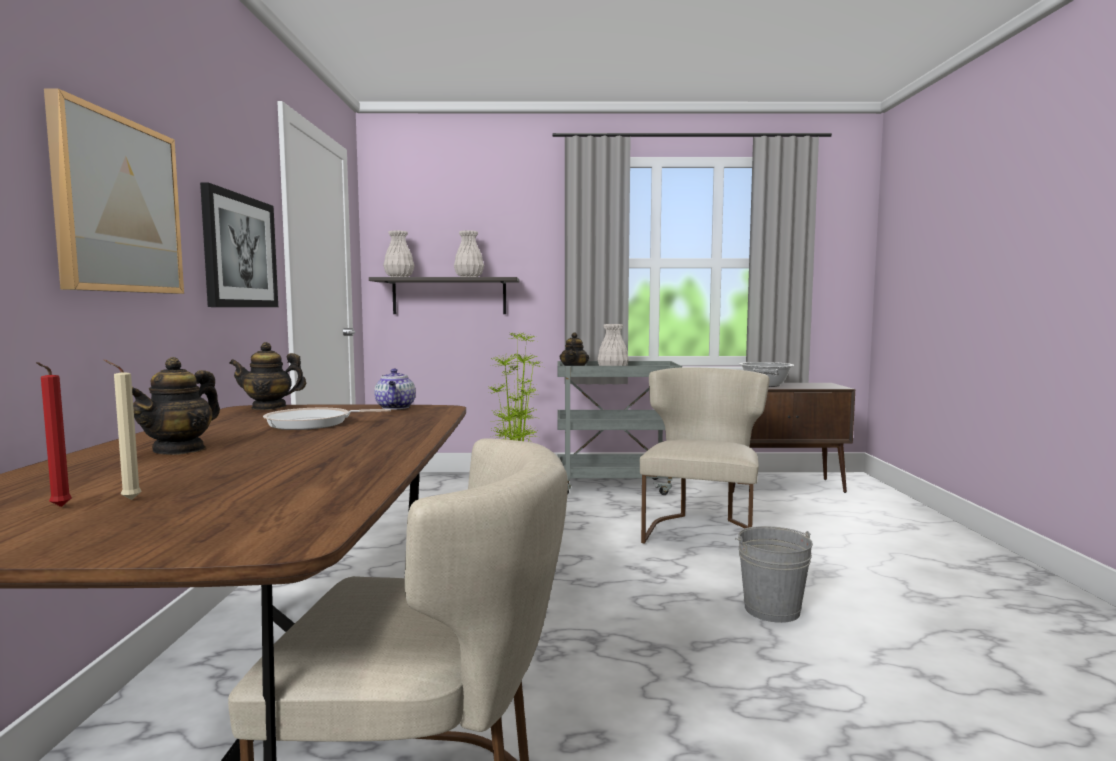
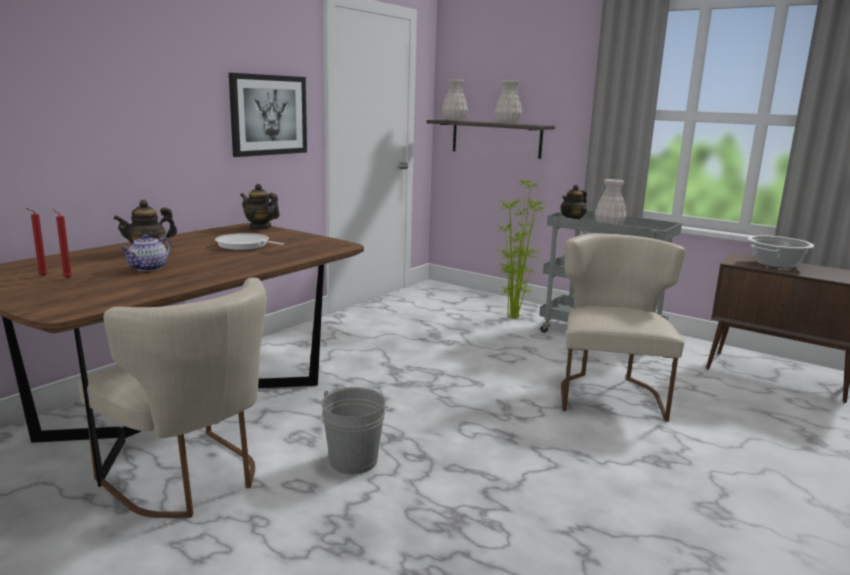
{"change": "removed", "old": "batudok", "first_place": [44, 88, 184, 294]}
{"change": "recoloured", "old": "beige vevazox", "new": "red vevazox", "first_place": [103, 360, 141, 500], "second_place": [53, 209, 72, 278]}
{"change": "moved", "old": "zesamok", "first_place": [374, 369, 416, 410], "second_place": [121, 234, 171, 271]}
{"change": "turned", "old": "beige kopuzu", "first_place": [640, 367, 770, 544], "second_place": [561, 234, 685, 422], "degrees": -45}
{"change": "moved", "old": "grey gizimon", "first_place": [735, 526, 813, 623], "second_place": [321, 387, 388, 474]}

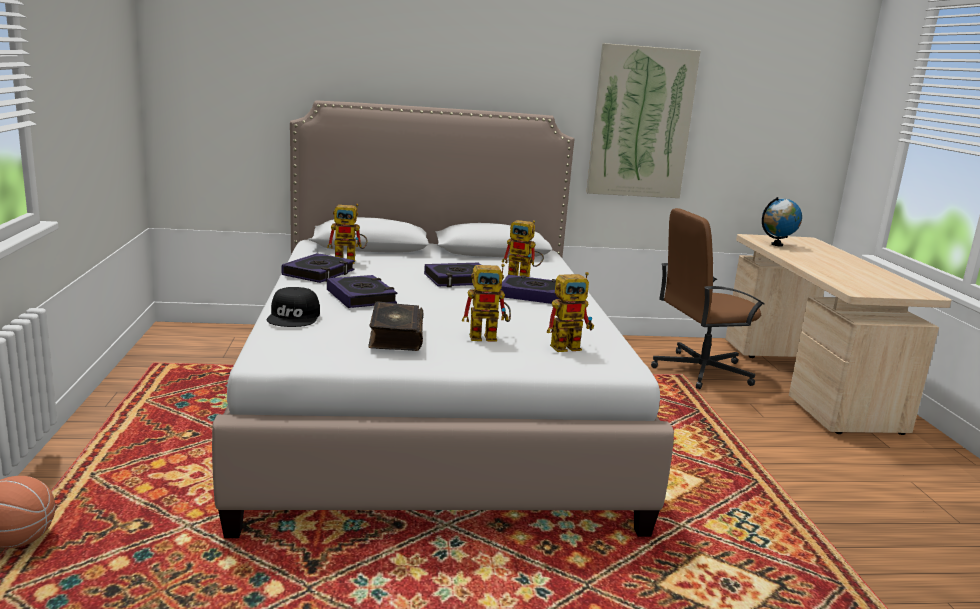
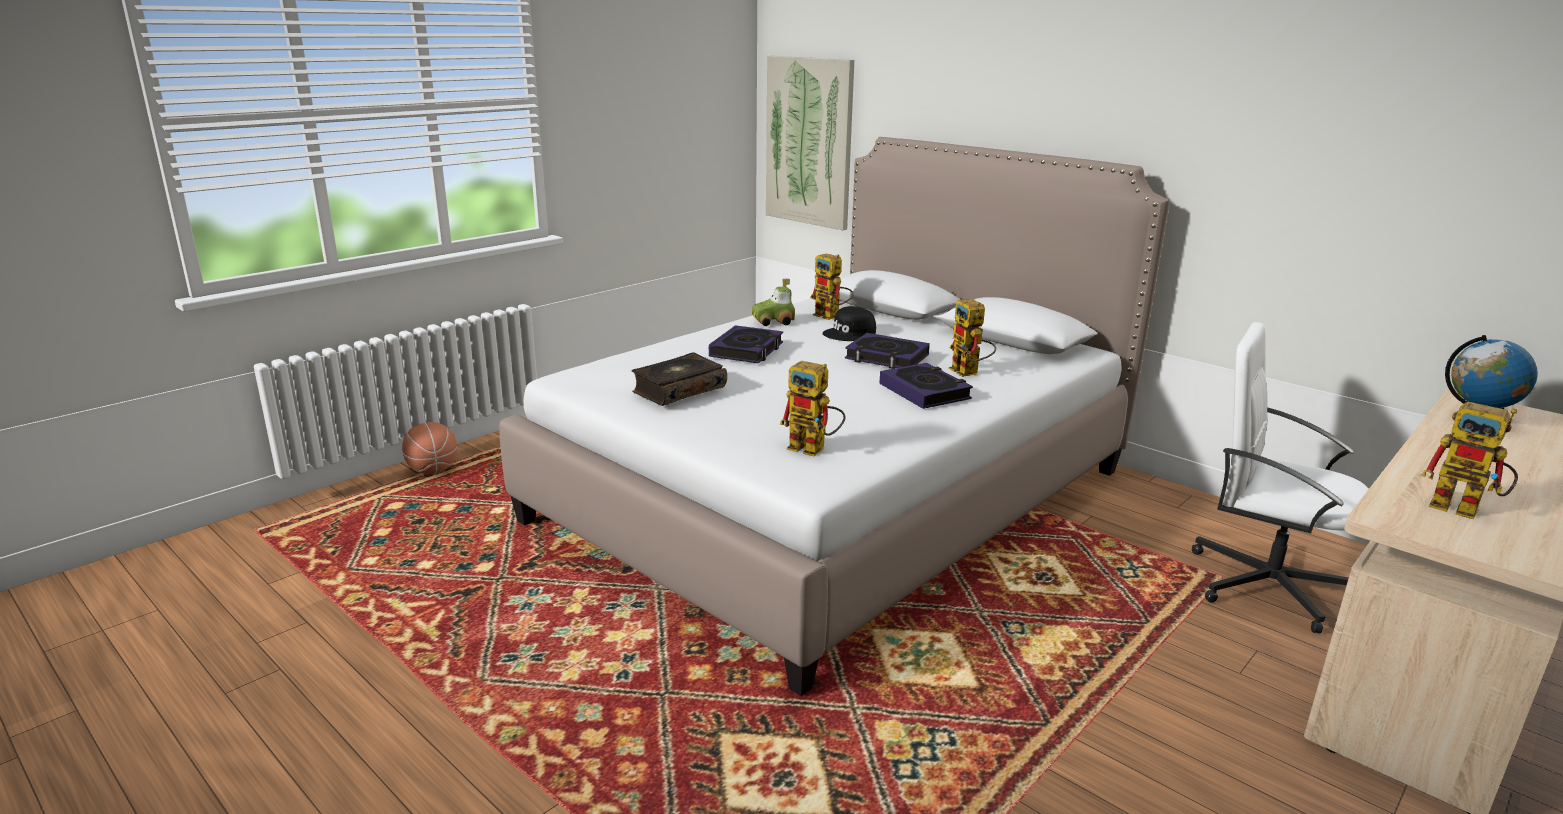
{"change": "moved", "old": "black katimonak", "first_place": [267, 287, 320, 327], "second_place": [822, 306, 876, 341]}
{"change": "replaced", "old": "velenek", "new": "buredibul", "first_place": [281, 253, 355, 283], "second_place": [751, 279, 795, 326]}
{"change": "moved", "old": "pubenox", "first_place": [462, 264, 511, 342], "second_place": [1421, 401, 1518, 519]}
{"change": "moved", "old": "batudok", "first_place": [586, 43, 701, 198], "second_place": [766, 56, 854, 230]}
{"change": "recoloured", "old": "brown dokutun", "new": "white dokutun", "first_place": [651, 208, 765, 389], "second_place": [1192, 322, 1369, 634]}

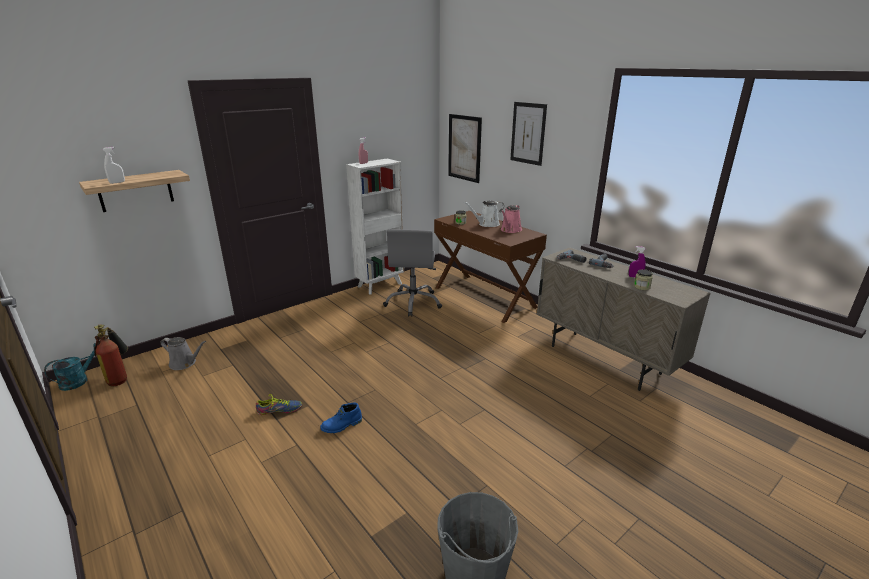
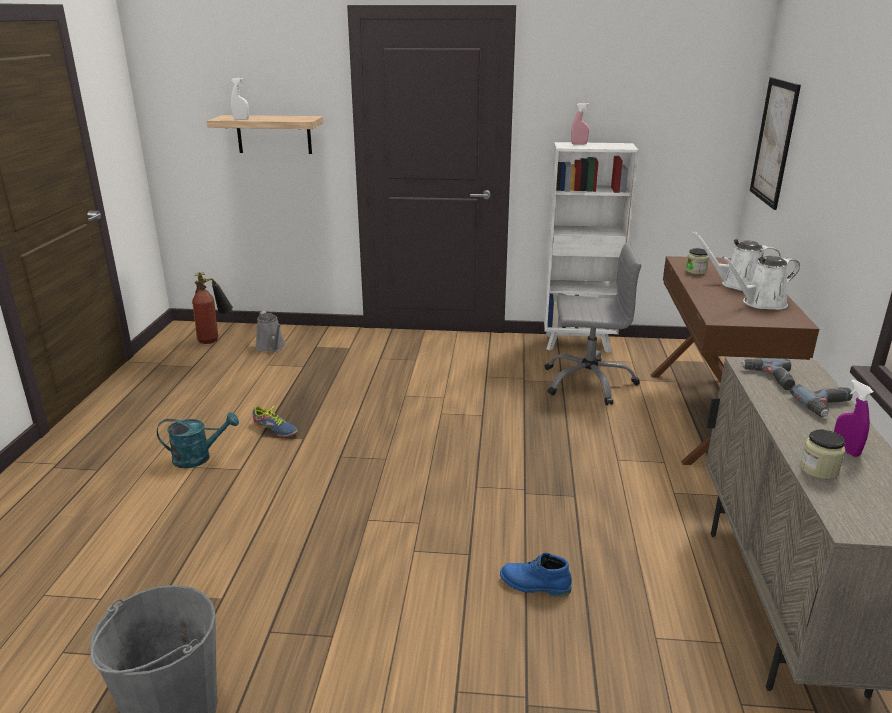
{"change": "moved", "old": "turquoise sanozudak", "first_place": [44, 343, 96, 391], "second_place": [157, 412, 239, 468]}
{"change": "moved", "old": "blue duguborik", "first_place": [320, 403, 362, 433], "second_place": [500, 553, 572, 597]}
{"change": "turned", "old": "grey dokutun", "first_place": [383, 229, 442, 317], "second_place": [545, 242, 641, 405], "degrees": -135}
{"change": "recoloured", "old": "pink sanozudak", "new": "white sanozudak", "first_place": [501, 205, 522, 233], "second_place": [722, 256, 800, 310]}
{"change": "removed", "old": "batudok", "first_place": [510, 102, 547, 166]}

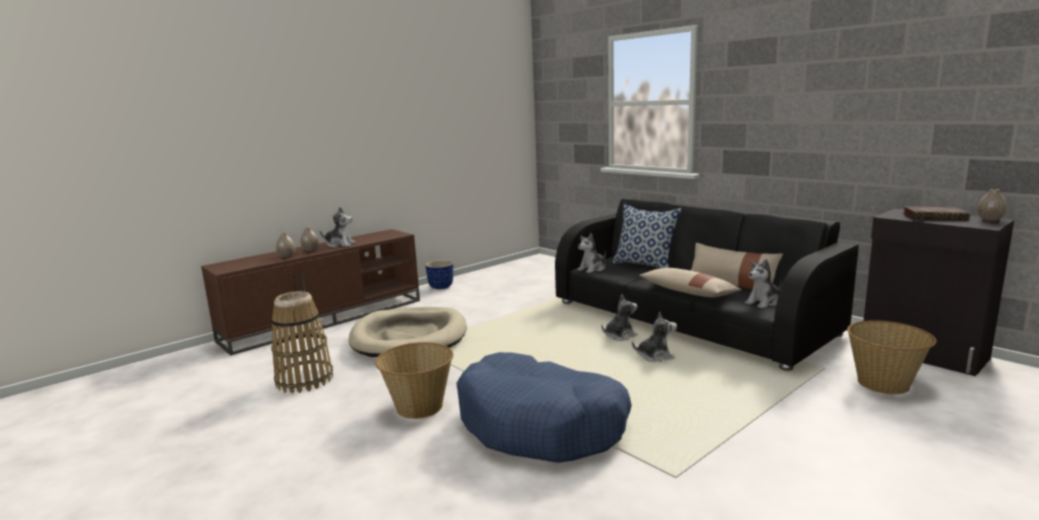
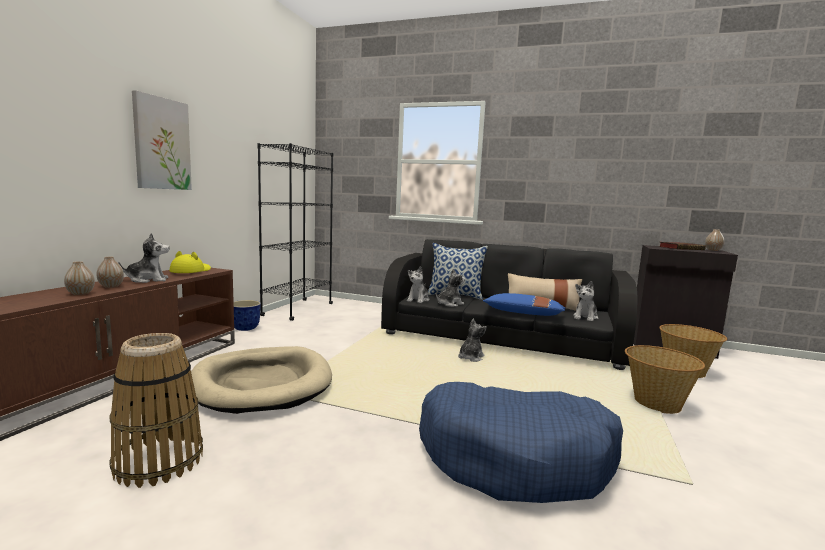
{"change": "moved", "old": "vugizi", "first_place": [375, 342, 453, 419], "second_place": [625, 345, 705, 414]}
{"change": "moved", "old": "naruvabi", "first_place": [632, 312, 677, 362], "second_place": [436, 268, 465, 307]}
{"change": "recoloured", "old": "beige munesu", "new": "blue munesu", "first_place": [640, 268, 742, 298], "second_place": [483, 293, 565, 316]}
{"change": "added", "new": "batudok", "second_place": [132, 90, 192, 190]}
{"change": "added", "new": "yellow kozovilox", "second_place": [169, 251, 211, 273]}
{"change": "added", "new": "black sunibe", "second_place": [257, 143, 333, 321]}

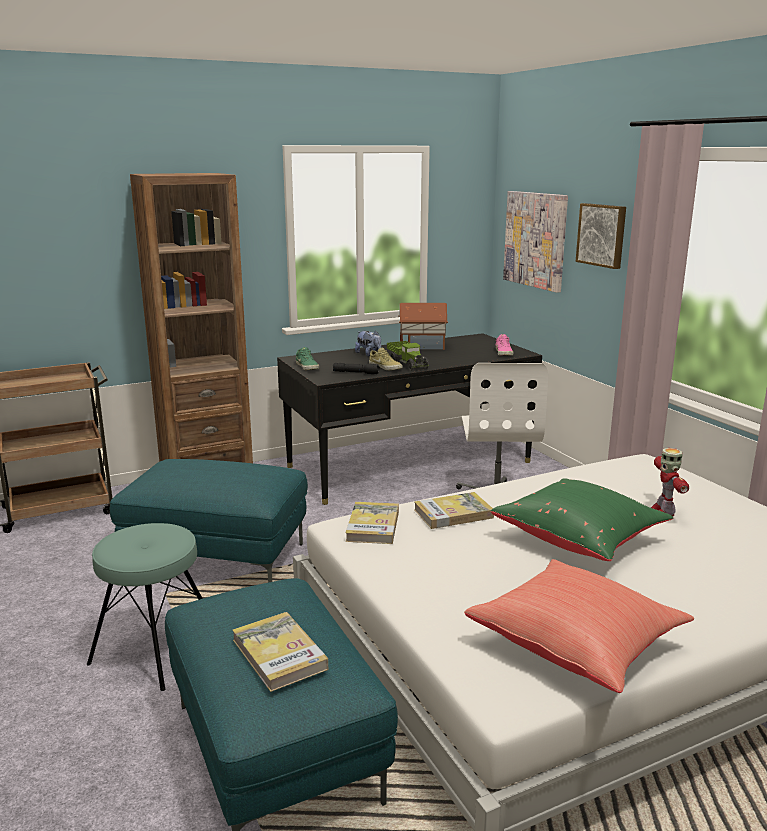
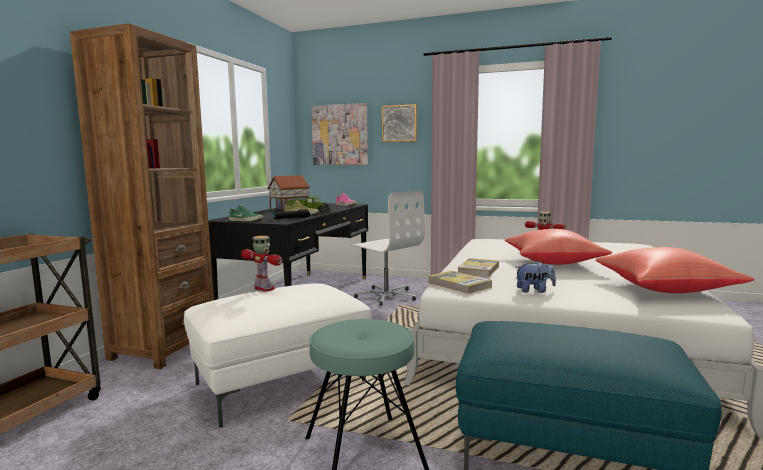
{"change": "recoloured", "old": "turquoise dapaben", "new": "white dapaben", "first_place": [110, 459, 308, 583], "second_place": [184, 283, 372, 427]}
{"change": "removed", "old": "velenek", "first_place": [232, 612, 328, 692]}
{"change": "moved", "old": "naruvabi", "first_place": [355, 330, 381, 356], "second_place": [516, 261, 556, 293]}
{"change": "recoloured", "old": "green munesu", "new": "red munesu", "first_place": [491, 478, 673, 561], "second_place": [505, 229, 612, 265]}
{"change": "added", "new": "pubenox", "second_place": [241, 236, 283, 292]}

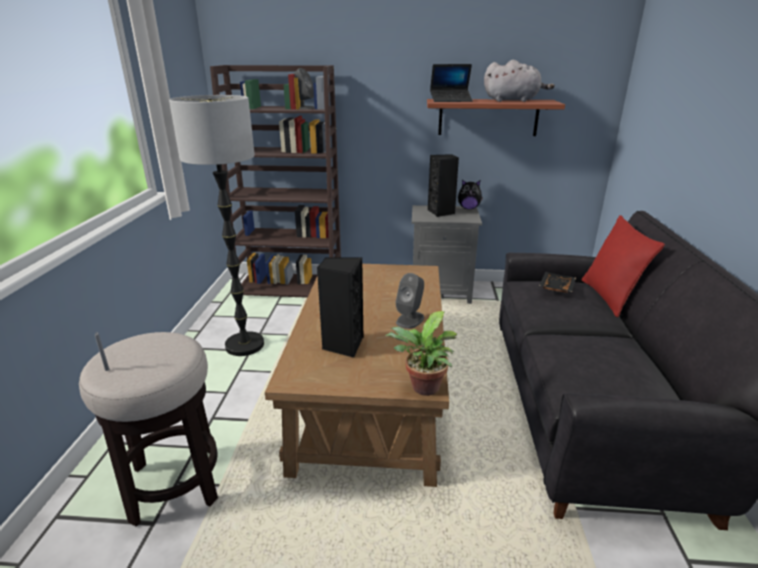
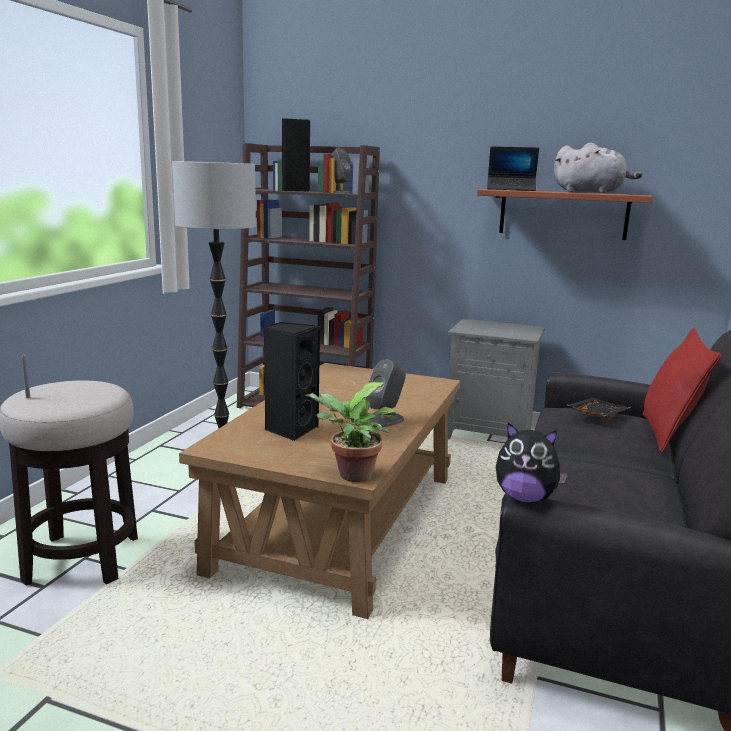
{"change": "moved", "old": "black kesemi", "first_place": [428, 154, 459, 217], "second_place": [282, 118, 310, 191]}
{"change": "moved", "old": "naruvabi", "first_place": [458, 179, 483, 209], "second_place": [496, 422, 568, 503]}

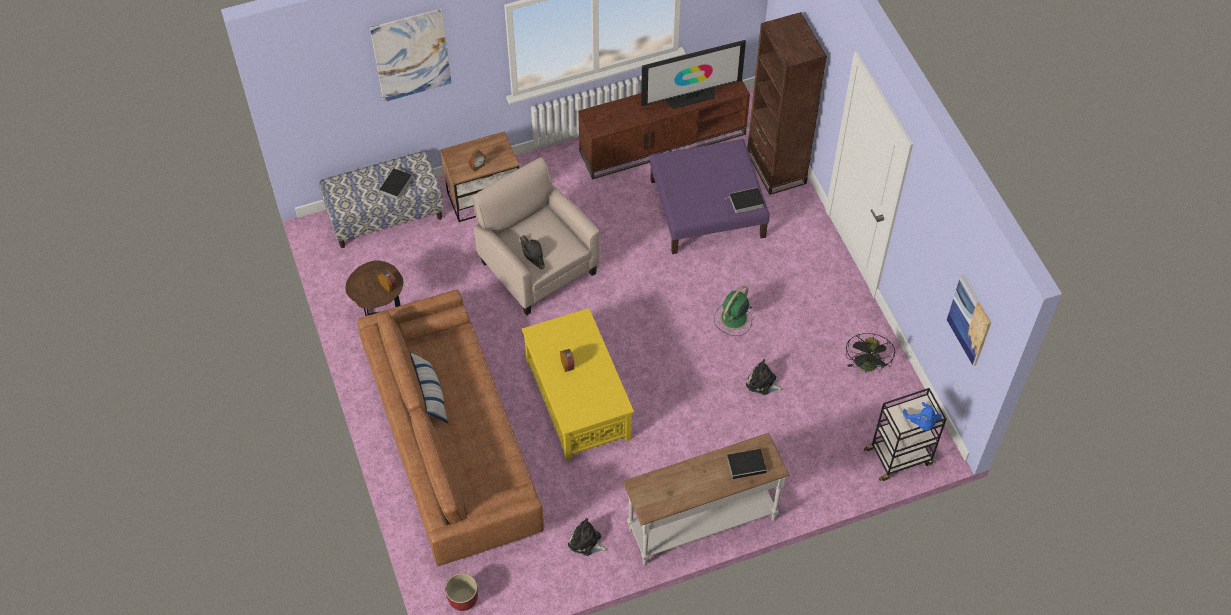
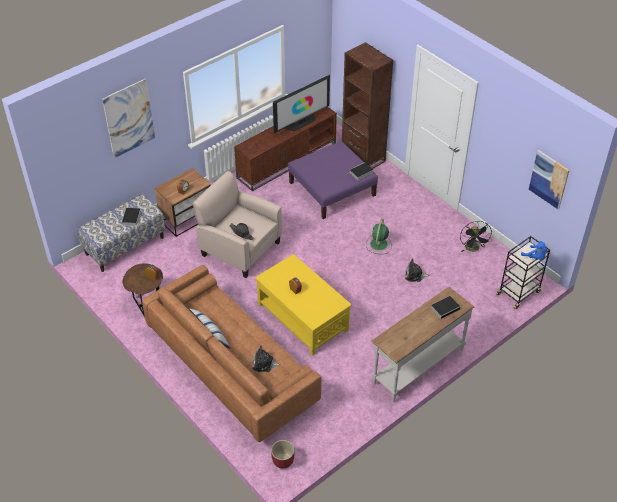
{"change": "moved", "old": "naruvabi", "first_place": [568, 518, 608, 556], "second_place": [252, 346, 281, 372]}

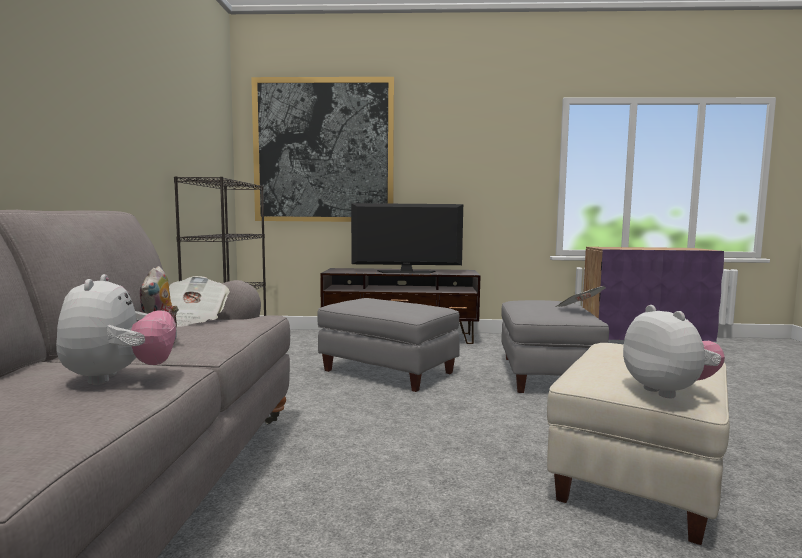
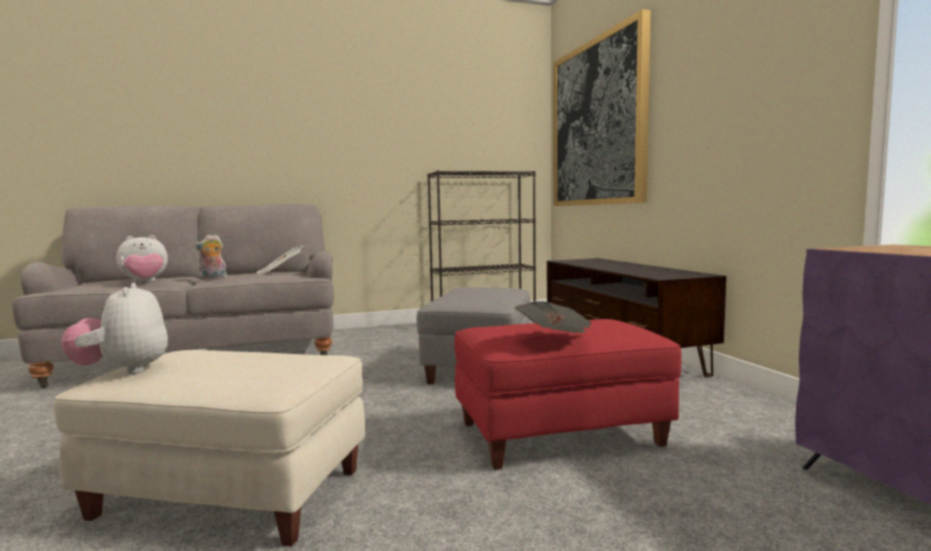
{"change": "removed", "old": "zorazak", "first_place": [351, 203, 463, 274]}
{"change": "recoloured", "old": "grey dapaben", "new": "red dapaben", "first_place": [501, 300, 609, 393], "second_place": [455, 319, 681, 470]}
{"change": "turned", "old": "naruvabi", "first_place": [623, 305, 725, 398], "second_place": [61, 283, 168, 374], "degrees": 105}

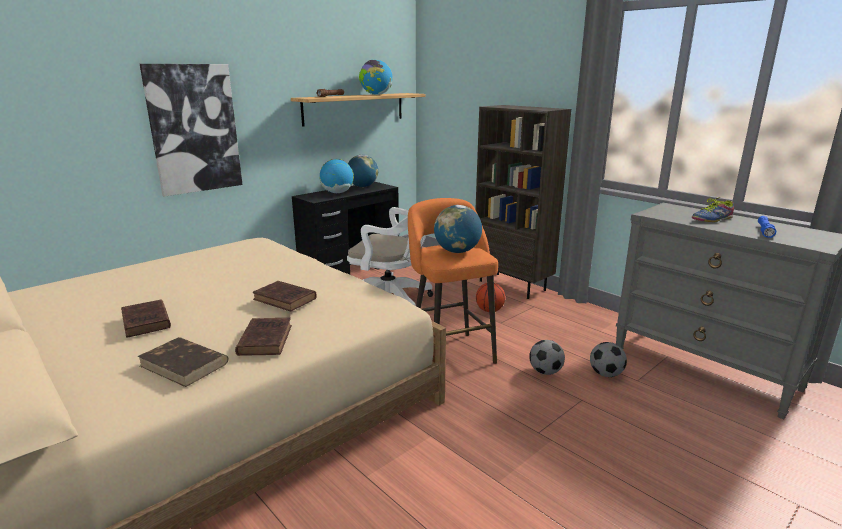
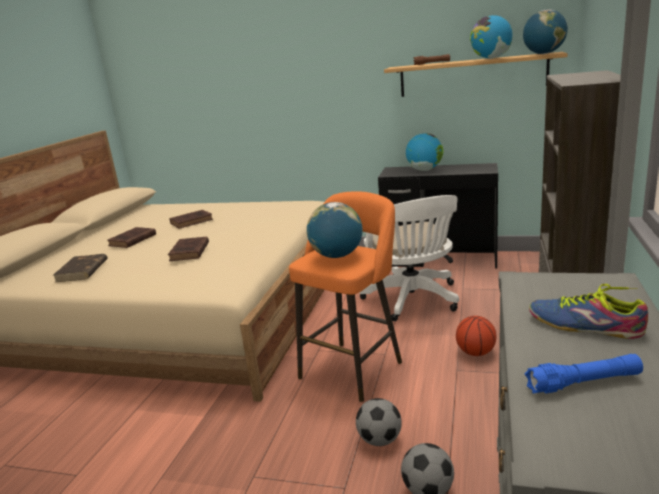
{"change": "removed", "old": "batudok", "first_place": [140, 64, 243, 197]}
{"change": "moved", "old": "brown velenek", "first_place": [235, 318, 292, 356], "second_place": [169, 210, 213, 229]}
{"change": "moved", "old": "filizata", "first_place": [348, 155, 378, 187], "second_place": [523, 9, 568, 54]}

